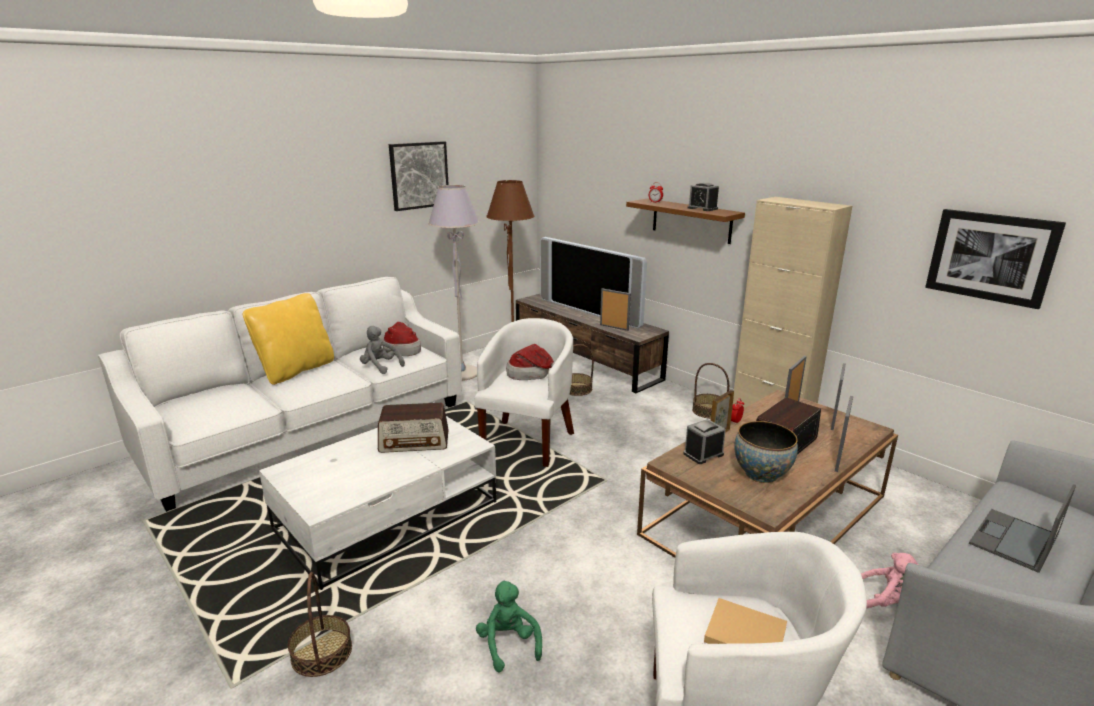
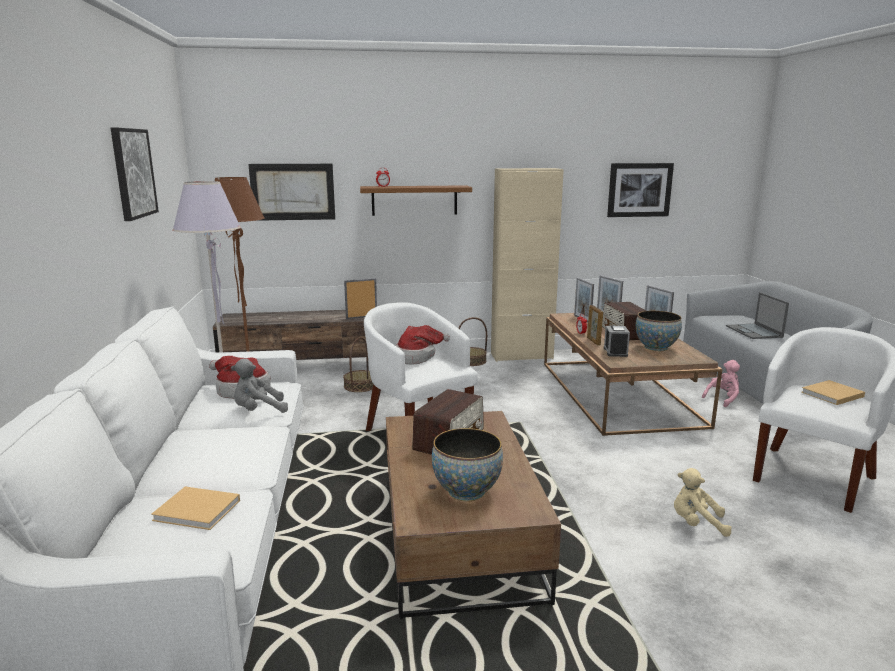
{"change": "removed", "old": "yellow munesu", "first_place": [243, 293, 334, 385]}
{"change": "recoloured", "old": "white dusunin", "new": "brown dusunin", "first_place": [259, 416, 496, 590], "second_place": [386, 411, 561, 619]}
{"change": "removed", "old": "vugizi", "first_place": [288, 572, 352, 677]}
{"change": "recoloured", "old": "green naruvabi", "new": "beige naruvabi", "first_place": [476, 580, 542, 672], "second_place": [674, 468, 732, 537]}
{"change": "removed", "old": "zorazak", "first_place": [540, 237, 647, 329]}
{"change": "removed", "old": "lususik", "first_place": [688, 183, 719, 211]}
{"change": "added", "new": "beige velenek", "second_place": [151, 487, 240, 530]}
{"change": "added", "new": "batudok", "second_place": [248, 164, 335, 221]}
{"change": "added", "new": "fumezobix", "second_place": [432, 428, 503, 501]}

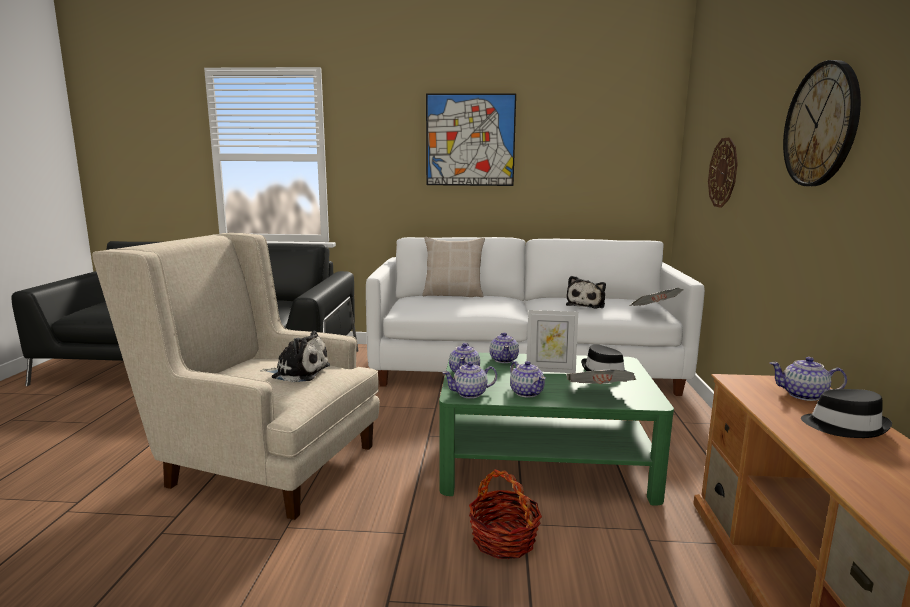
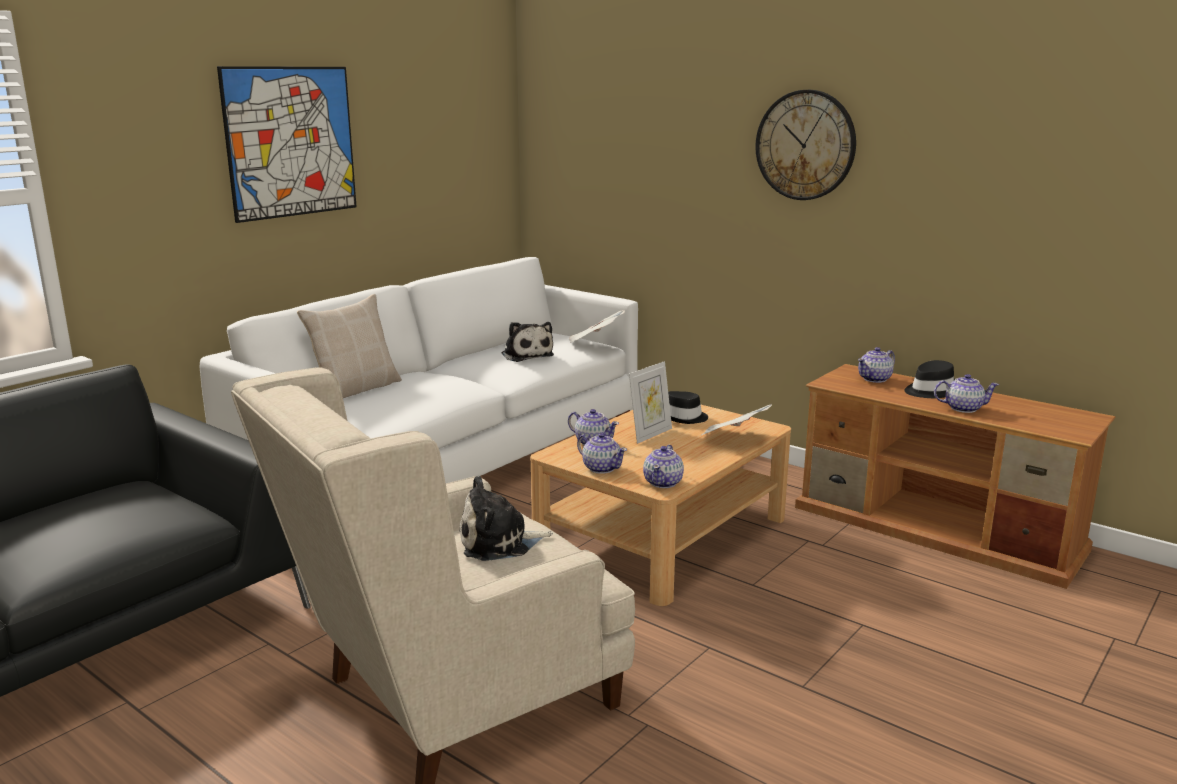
{"change": "turned", "old": "naruvabi", "first_place": [260, 331, 330, 382], "second_place": [460, 476, 553, 561], "degrees": -150}
{"change": "recoloured", "old": "green dusunin", "new": "beige dusunin", "first_place": [439, 353, 674, 505], "second_place": [530, 405, 791, 606]}
{"change": "removed", "old": "vugizi", "first_place": [469, 469, 542, 559]}
{"change": "moved", "old": "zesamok", "first_place": [510, 361, 546, 397], "second_place": [934, 374, 999, 413]}
{"change": "removed", "old": "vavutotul", "first_place": [708, 137, 738, 208]}

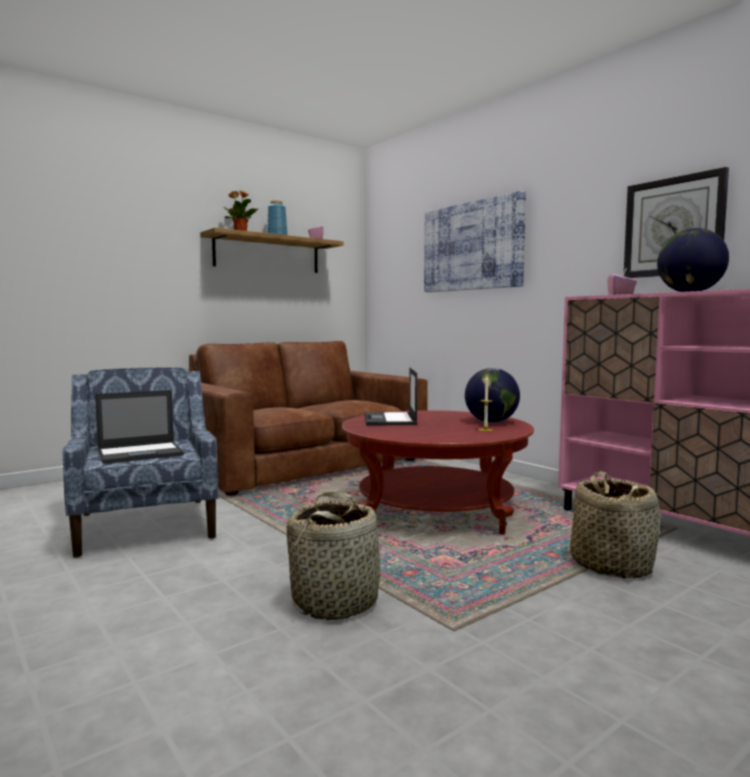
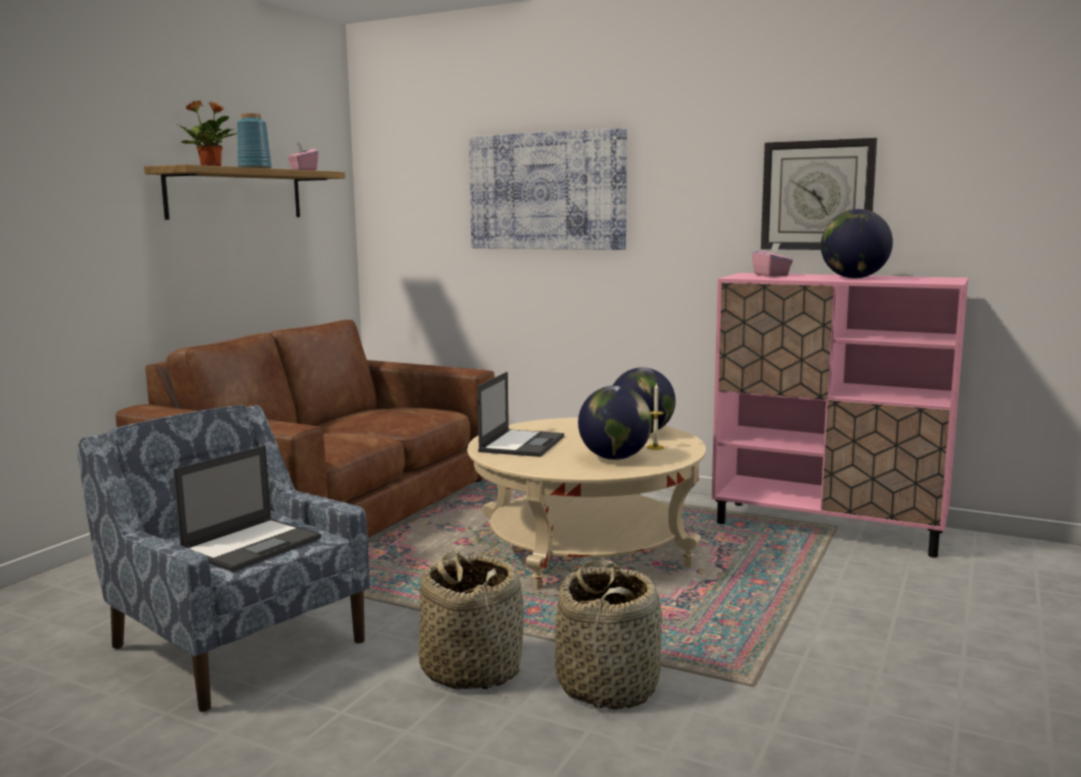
{"change": "recoloured", "old": "red dusunin", "new": "beige dusunin", "first_place": [342, 410, 534, 535], "second_place": [467, 418, 706, 590]}
{"change": "turned", "old": "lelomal", "first_place": [365, 368, 417, 425], "second_place": [477, 372, 564, 457], "degrees": -135}
{"change": "moved", "old": "vugizi", "first_place": [570, 471, 660, 579], "second_place": [419, 551, 524, 690]}
{"change": "added", "new": "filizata", "second_place": [578, 386, 652, 460]}

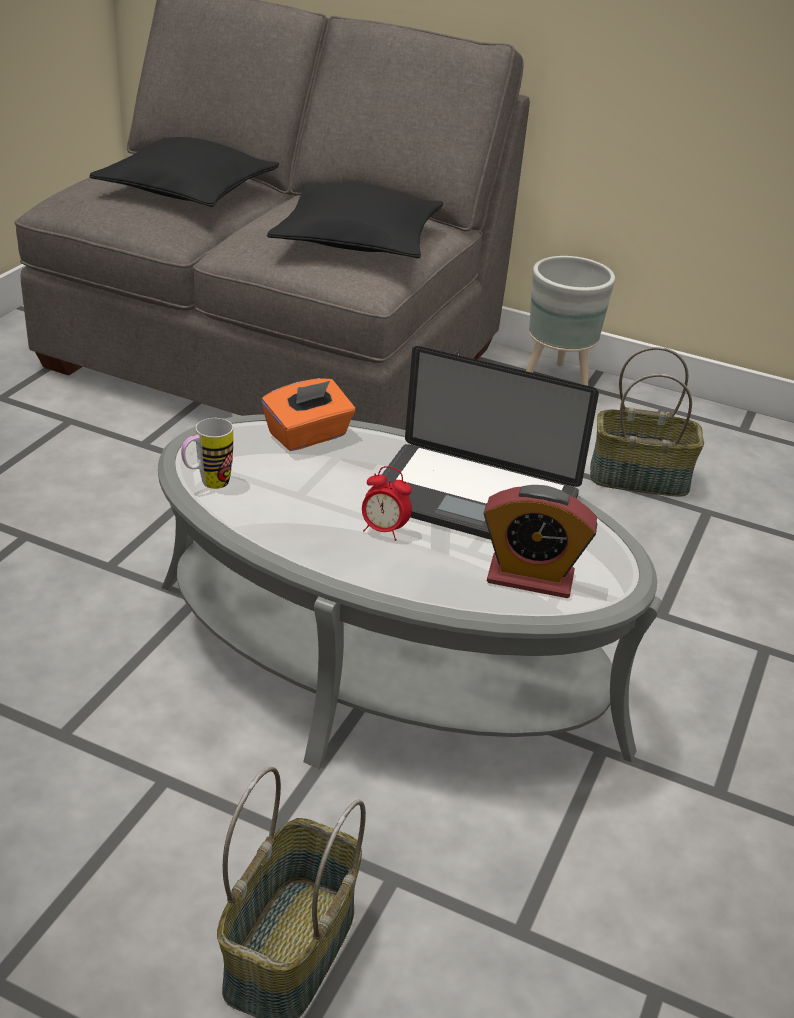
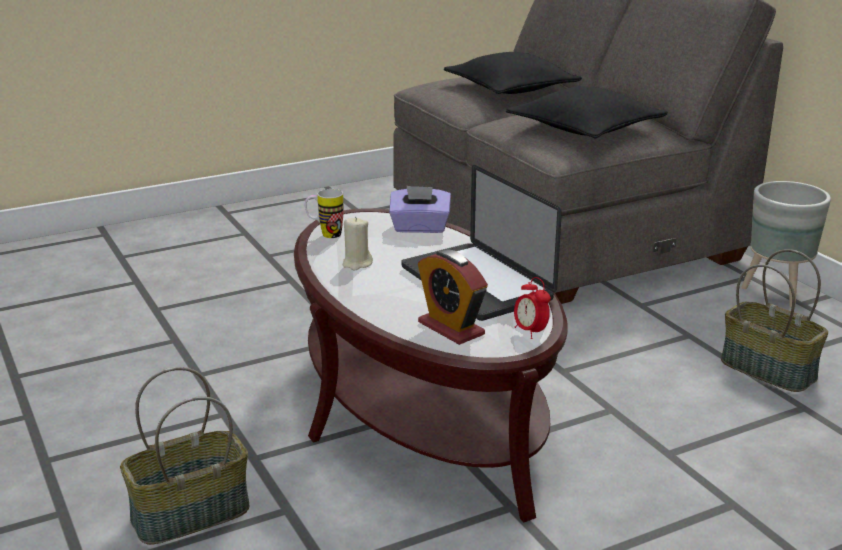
{"change": "recoloured", "old": "grey dusunin", "new": "brown dusunin", "first_place": [158, 414, 662, 769], "second_place": [294, 208, 568, 522]}
{"change": "recoloured", "old": "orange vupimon", "new": "purple vupimon", "first_place": [261, 378, 355, 451], "second_place": [389, 186, 451, 233]}
{"change": "moved", "old": "lususik", "first_place": [362, 466, 412, 541], "second_place": [514, 277, 551, 339]}
{"change": "added", "new": "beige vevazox", "second_place": [343, 217, 373, 270]}

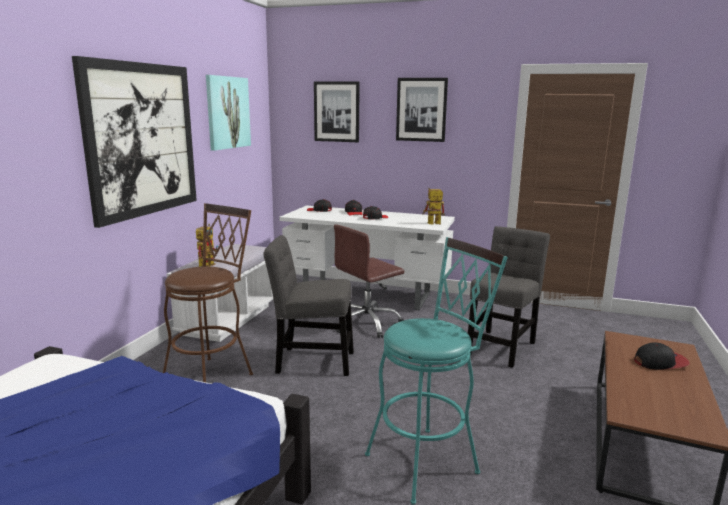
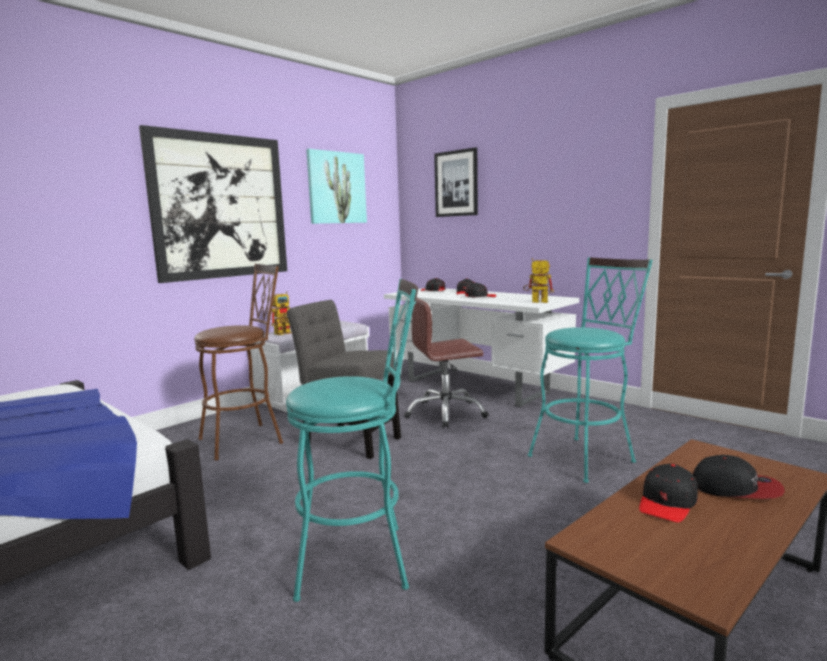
{"change": "removed", "old": "batudok", "first_place": [396, 78, 448, 142]}
{"change": "replaced", "old": "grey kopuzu", "new": "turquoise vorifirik", "first_place": [468, 226, 550, 368], "second_place": [528, 257, 653, 483]}
{"change": "added", "new": "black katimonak", "second_place": [639, 464, 698, 523]}

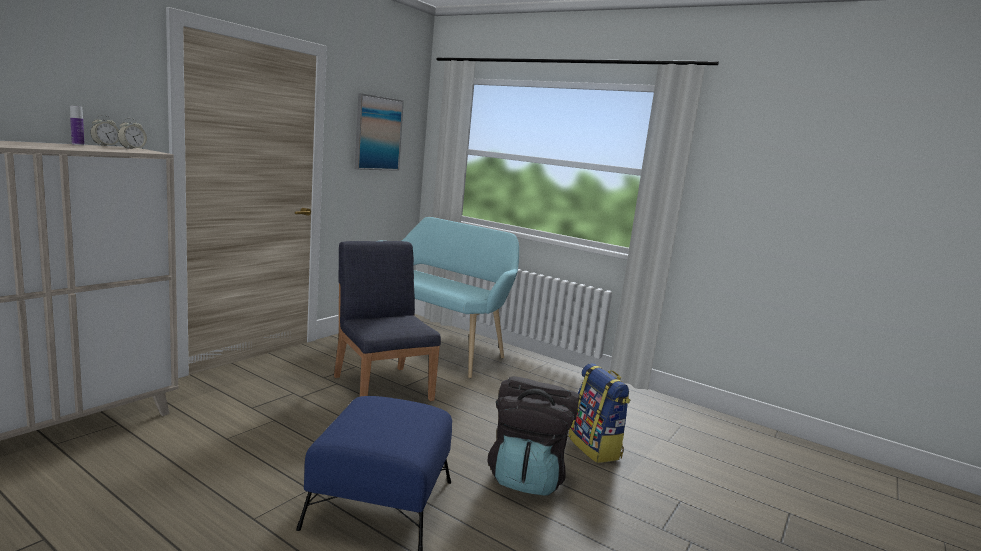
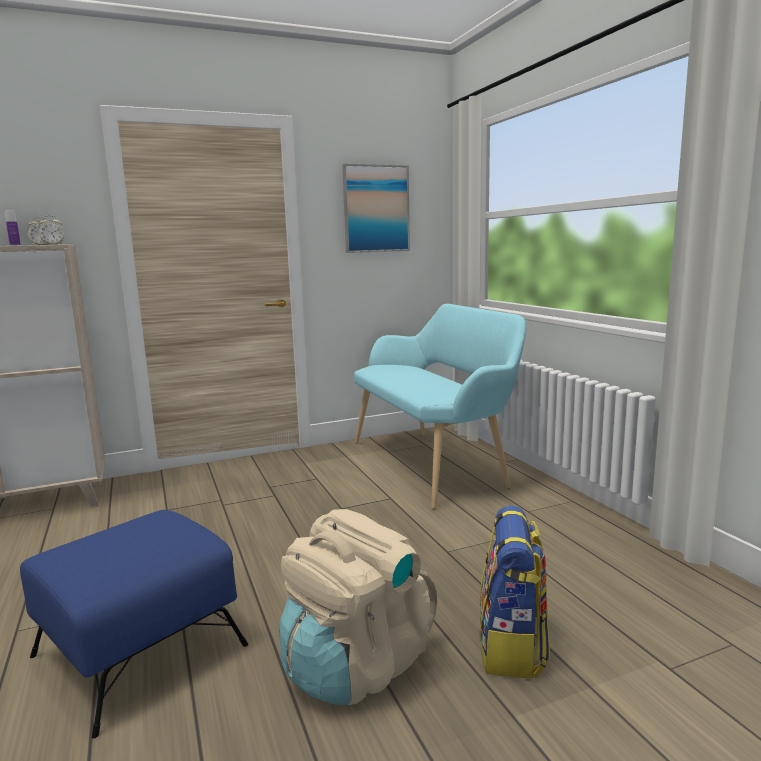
{"change": "removed", "old": "blue kopuzu", "first_place": [334, 241, 441, 401]}
{"change": "recoloured", "old": "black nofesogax", "new": "beige nofesogax", "first_place": [487, 376, 580, 496], "second_place": [279, 509, 437, 705]}

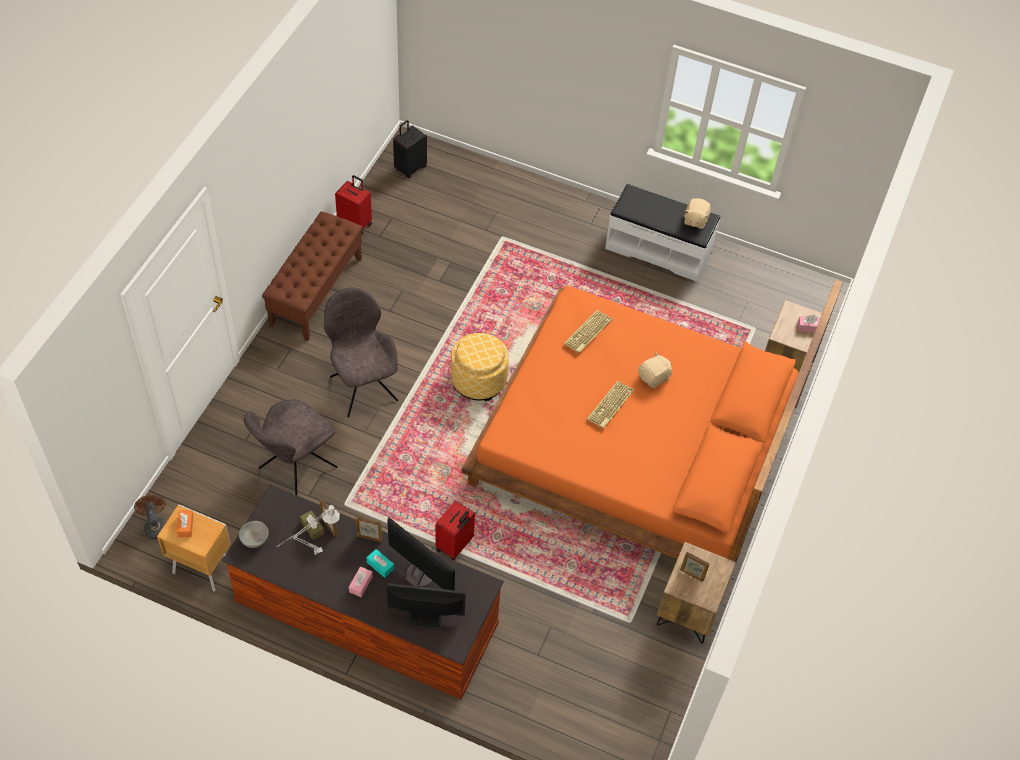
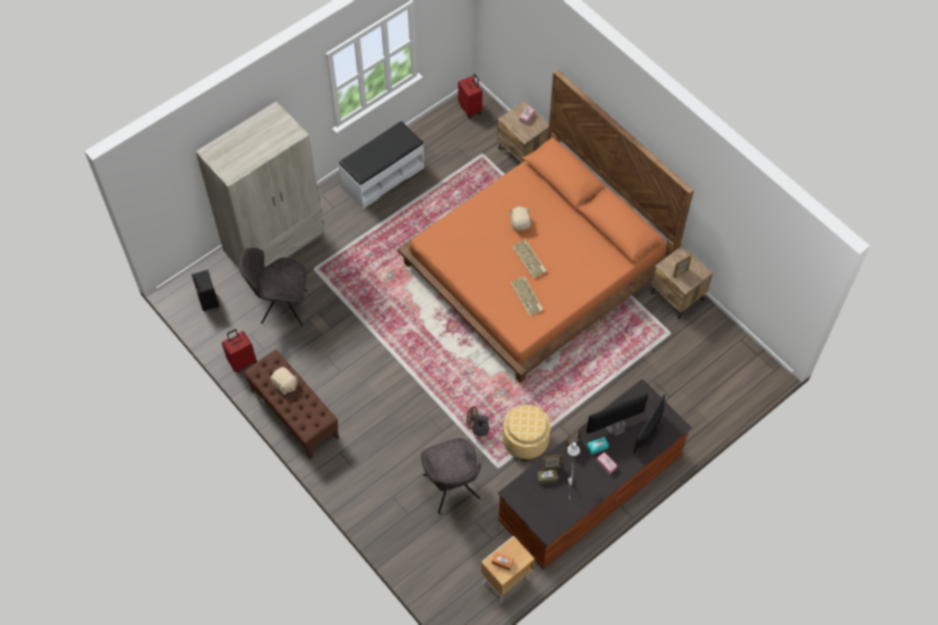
{"change": "moved", "old": "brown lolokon", "first_place": [134, 495, 166, 539], "second_place": [466, 406, 489, 436]}
{"change": "removed", "old": "grey fumezobix", "first_place": [239, 521, 269, 548]}
{"change": "moved", "old": "grey kopuzu", "first_place": [324, 288, 398, 417], "second_place": [239, 248, 307, 326]}
{"change": "moved", "old": "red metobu", "first_place": [436, 500, 475, 560], "second_place": [458, 74, 482, 119]}
{"change": "moved", "old": "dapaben", "first_place": [451, 333, 509, 401], "second_place": [503, 405, 551, 461]}
{"change": "moved", "old": "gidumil", "first_place": [564, 310, 612, 353], "second_place": [510, 276, 544, 316]}
{"change": "moved", "old": "beige naruvabi", "first_place": [684, 198, 711, 229], "second_place": [271, 367, 297, 395]}
{"change": "added", "new": "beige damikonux", "second_place": [196, 102, 325, 268]}

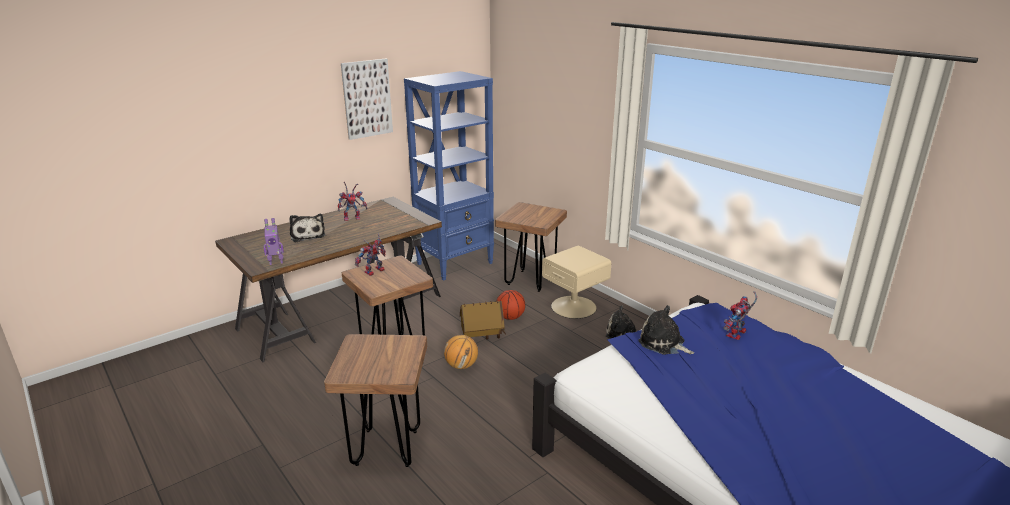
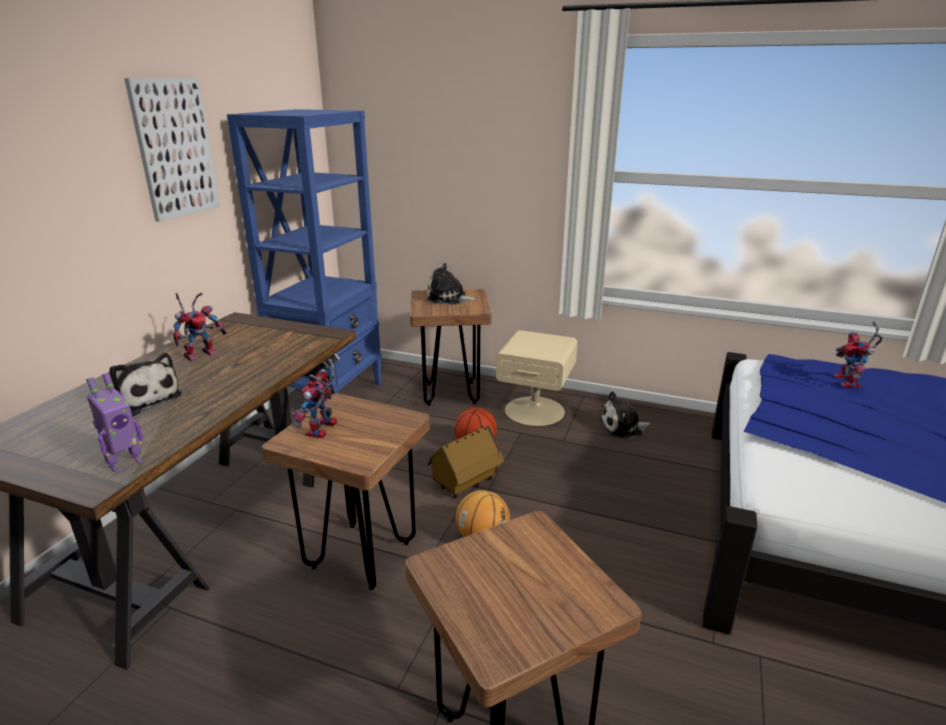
{"change": "moved", "old": "naruvabi", "first_place": [638, 305, 694, 355], "second_place": [427, 263, 478, 305]}

